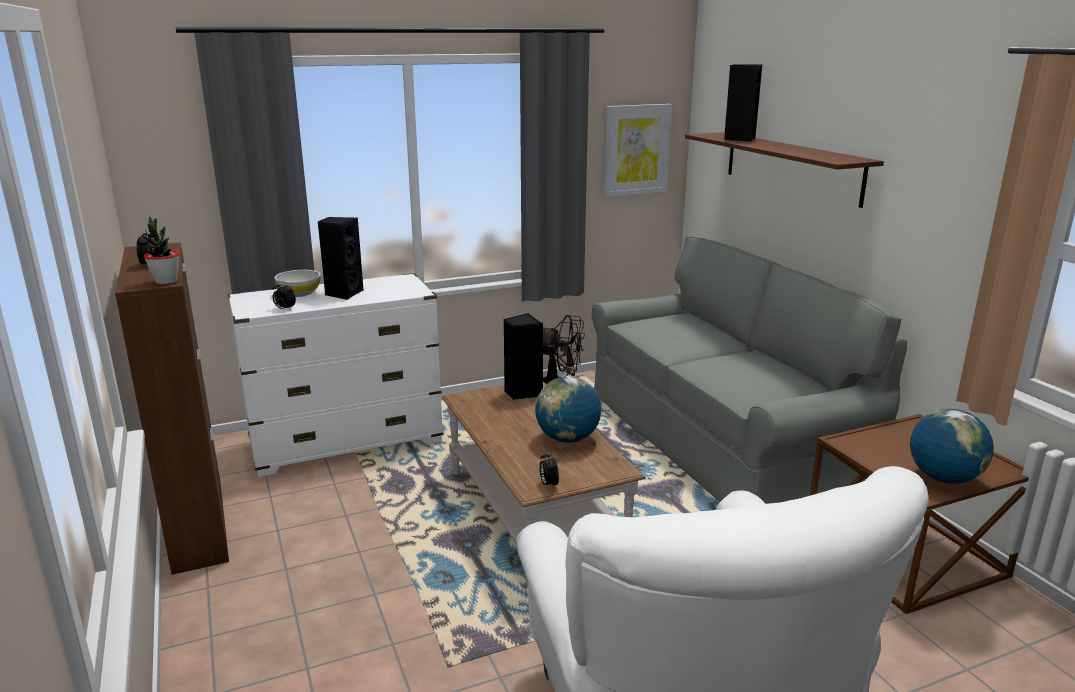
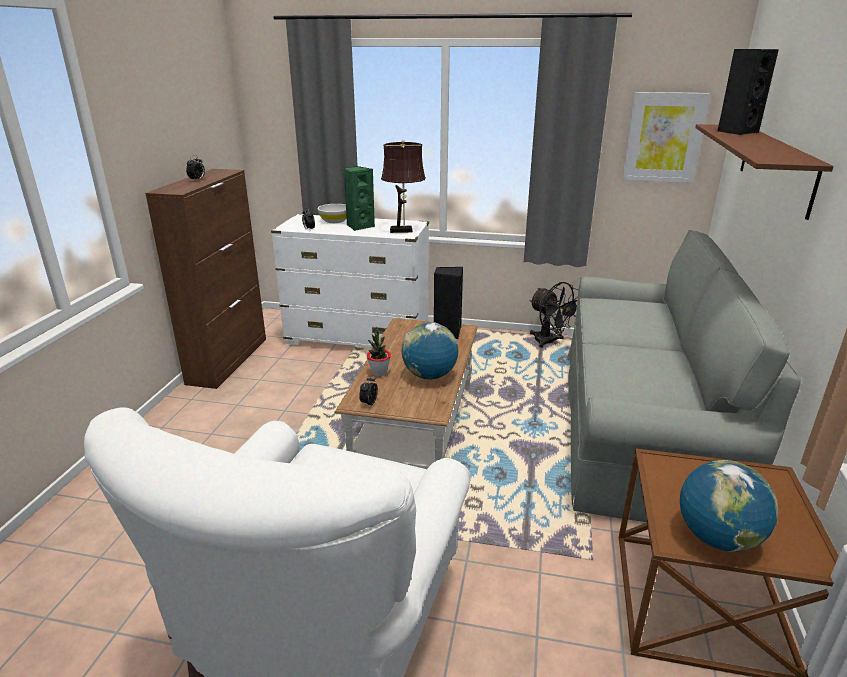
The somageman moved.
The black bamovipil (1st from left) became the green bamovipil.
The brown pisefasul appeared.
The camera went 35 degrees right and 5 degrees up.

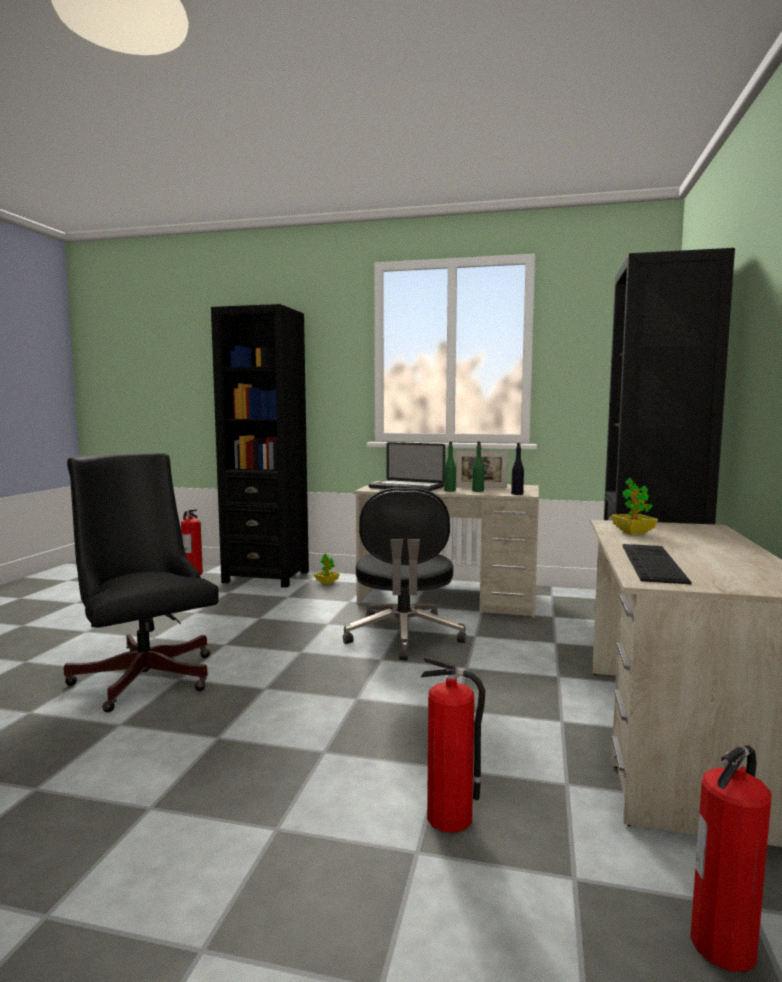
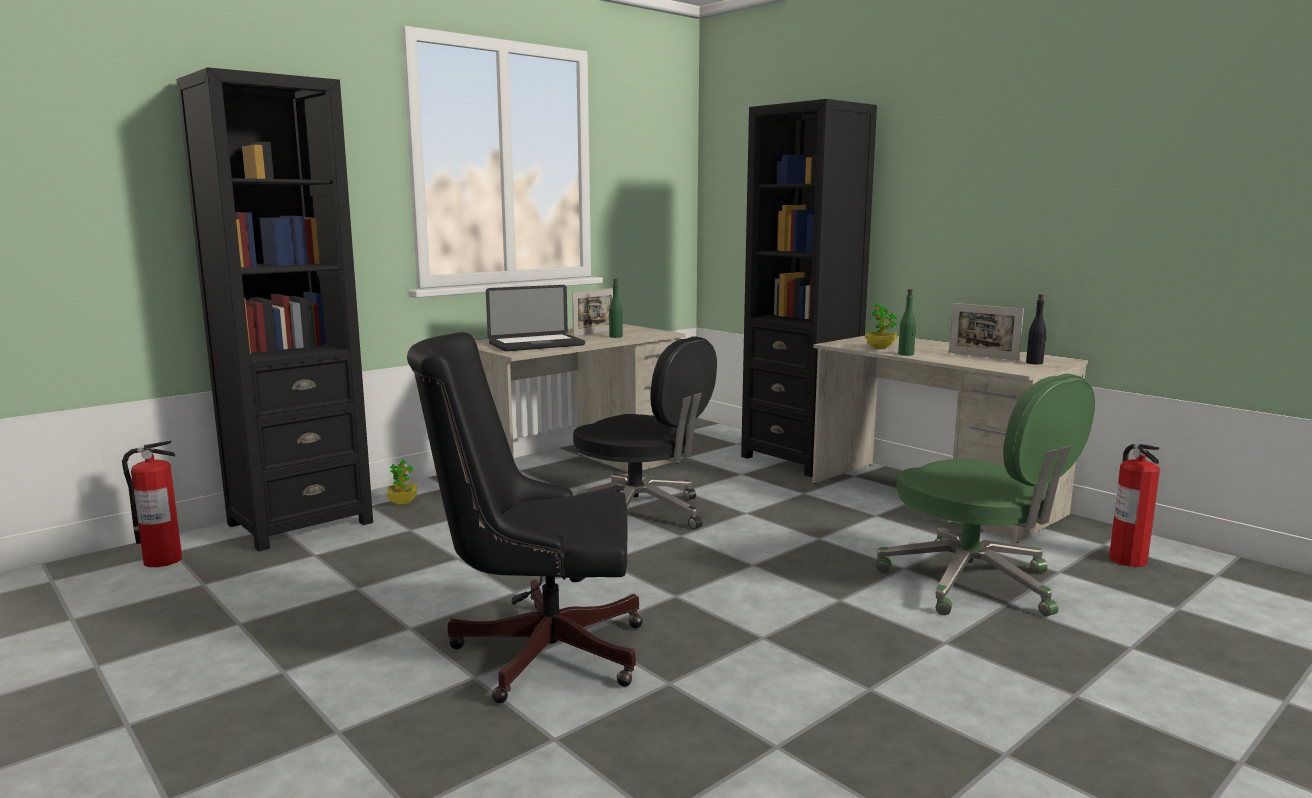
The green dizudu (1st from left in the first image) moved.
The black dizudu moved.
The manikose disappeared.
The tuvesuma (2nd from left) was replaced by the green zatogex.
The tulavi (2nd from left) appeared.
The camera went 55 degrees left and 5 degrees up.

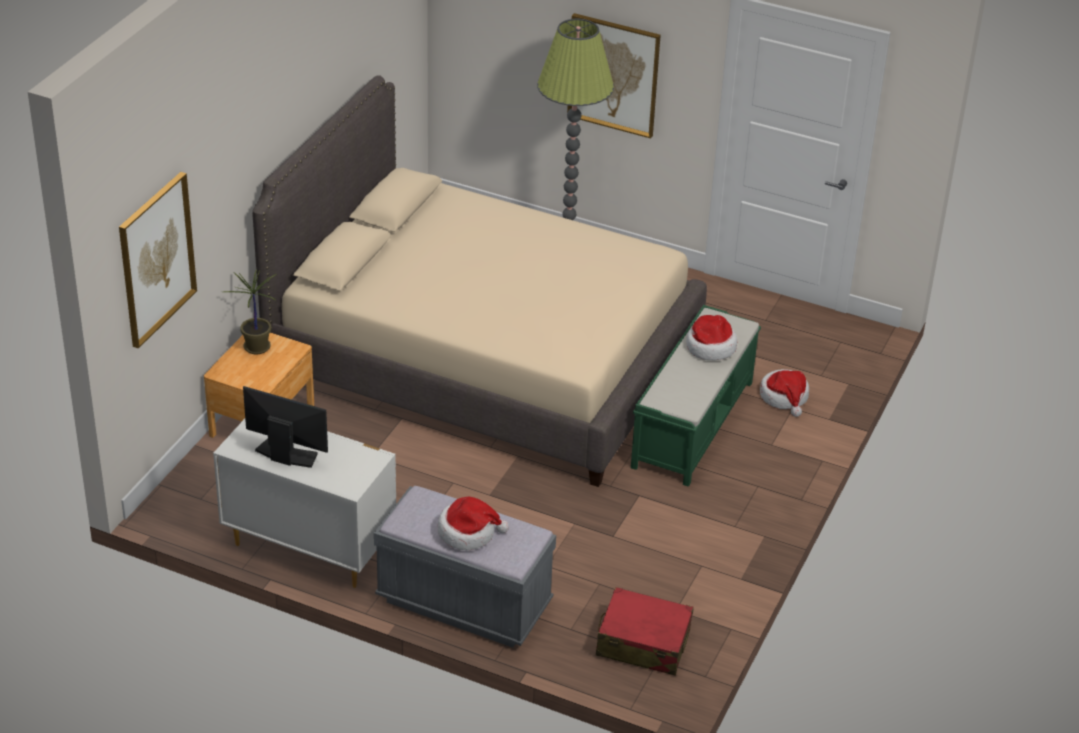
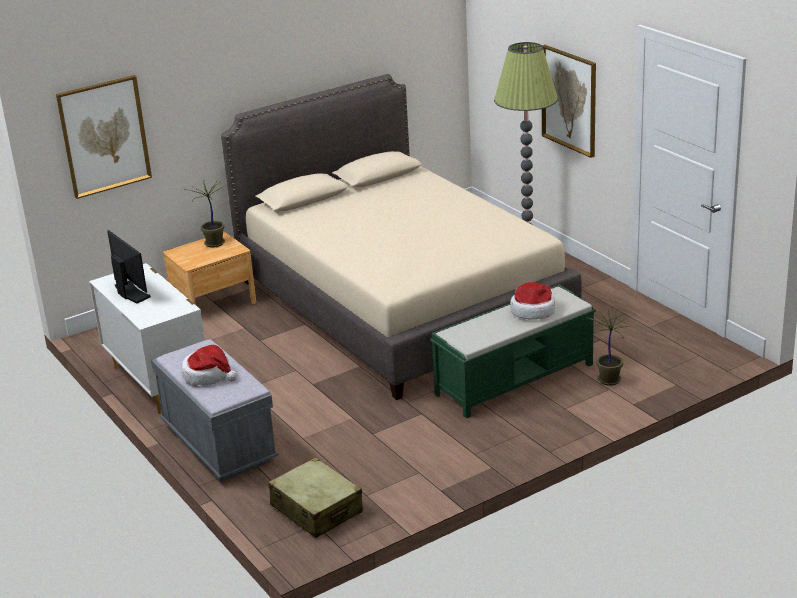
The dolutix (3rd from left) was replaced by the somageman (2nd from left).
The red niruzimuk became the beige niruzimuk.
The camera went 35 degrees right and 10 degrees down.

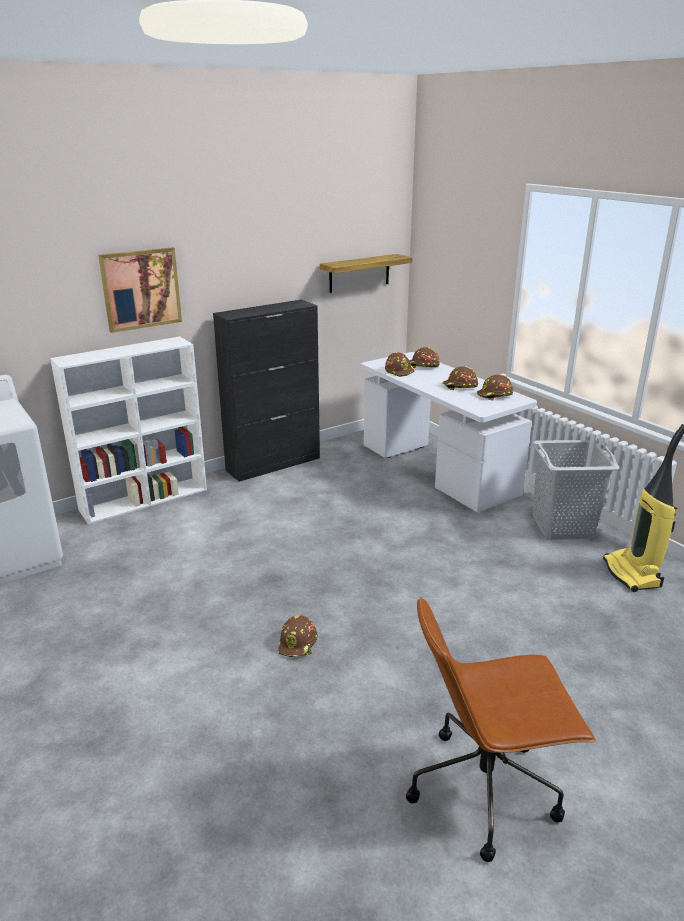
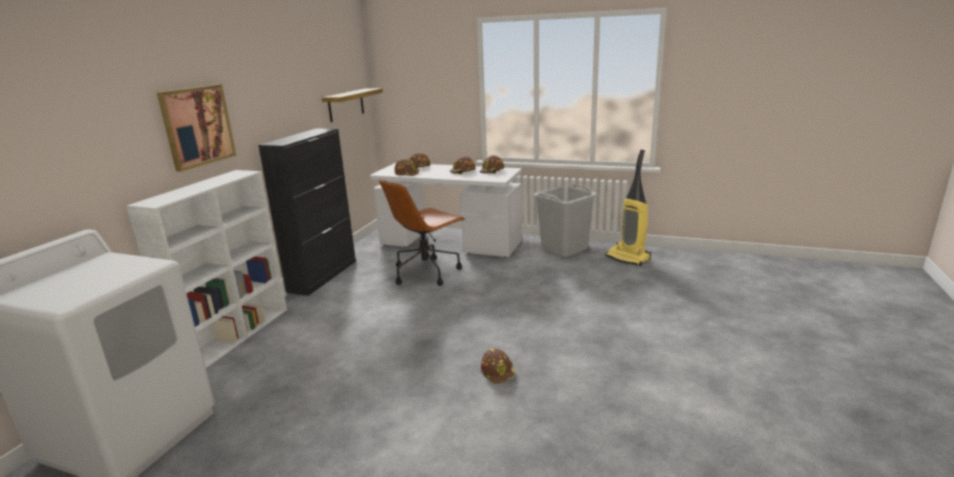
The brown zatogex moved.
The camera went 35 degrees left and 5 degrees down.

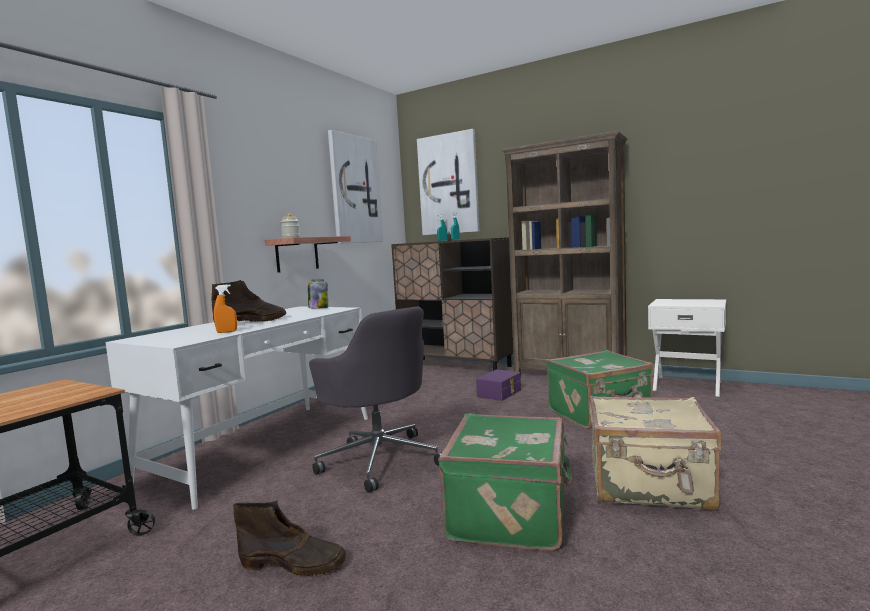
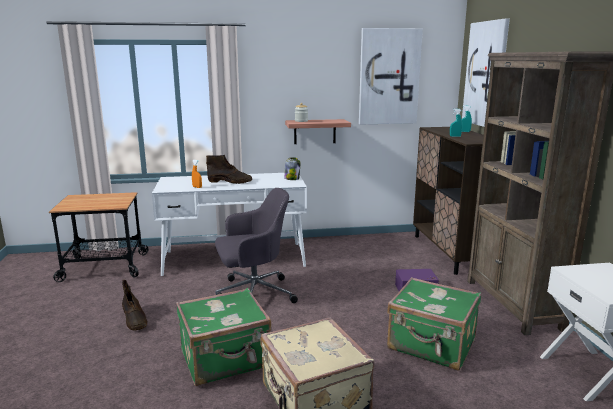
The grey zatogex turned 120 degrees counterclockwise.
The camera went 50 degrees right and 10 degrees up.

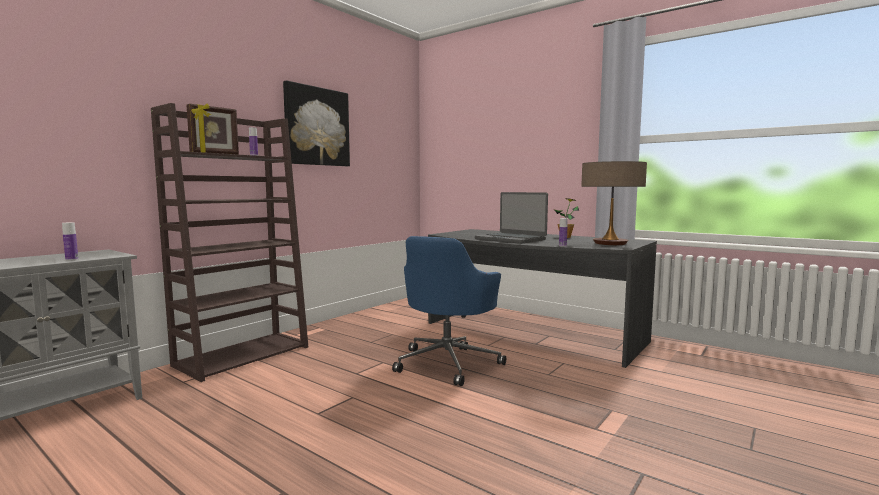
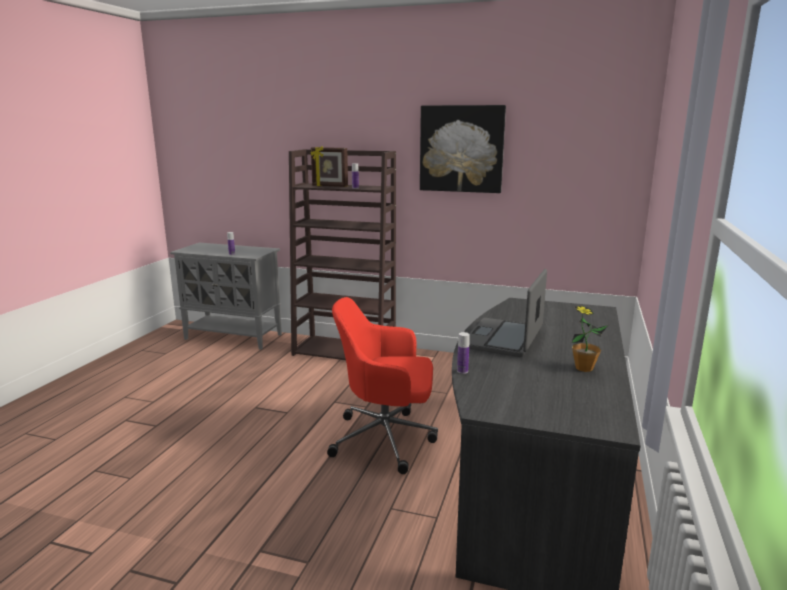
The pisefasul disappeared.
The blue zatogex became the red zatogex.
The camera went 70 degrees right and 10 degrees up.

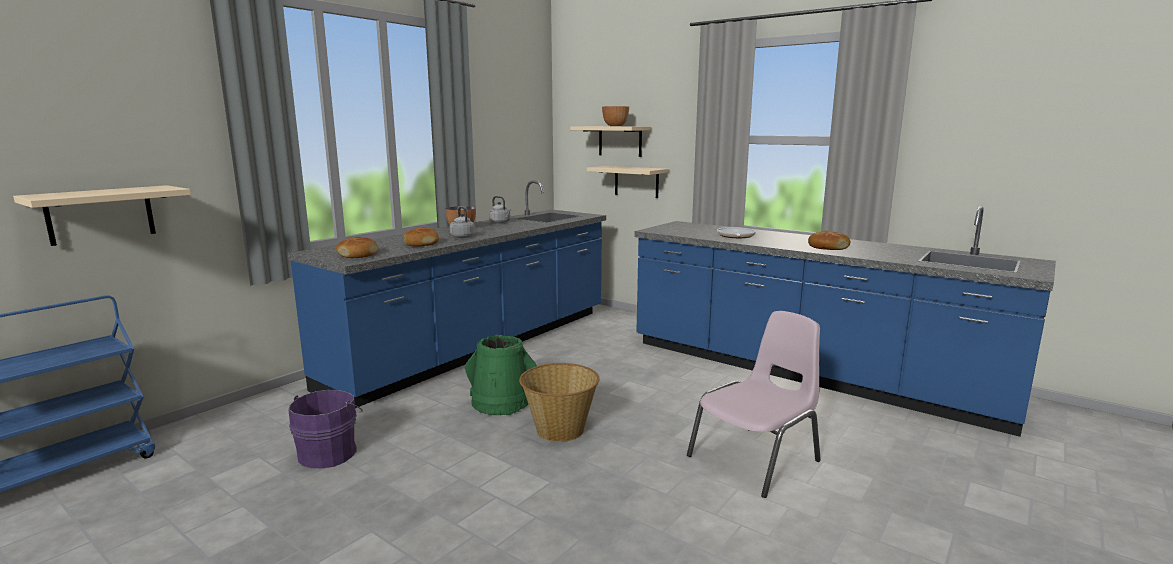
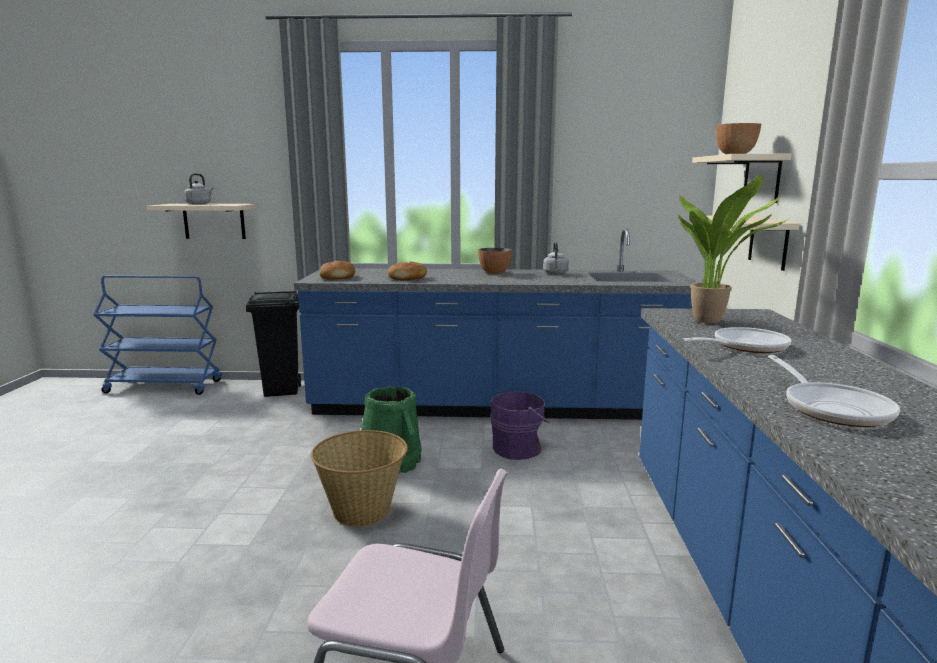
The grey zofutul (1st from left) moved.
The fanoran (3rd from left) was replaced by the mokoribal (2nd from left).
The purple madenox moved.
The somageman appeared.
The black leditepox appeared.
The camera went 55 degrees right and 0 degrees up.

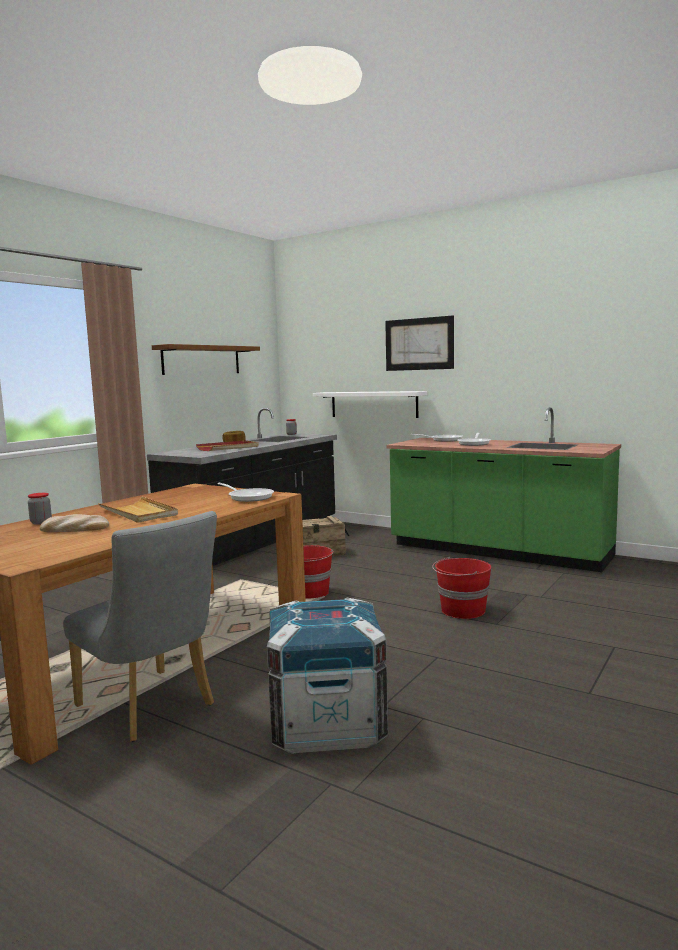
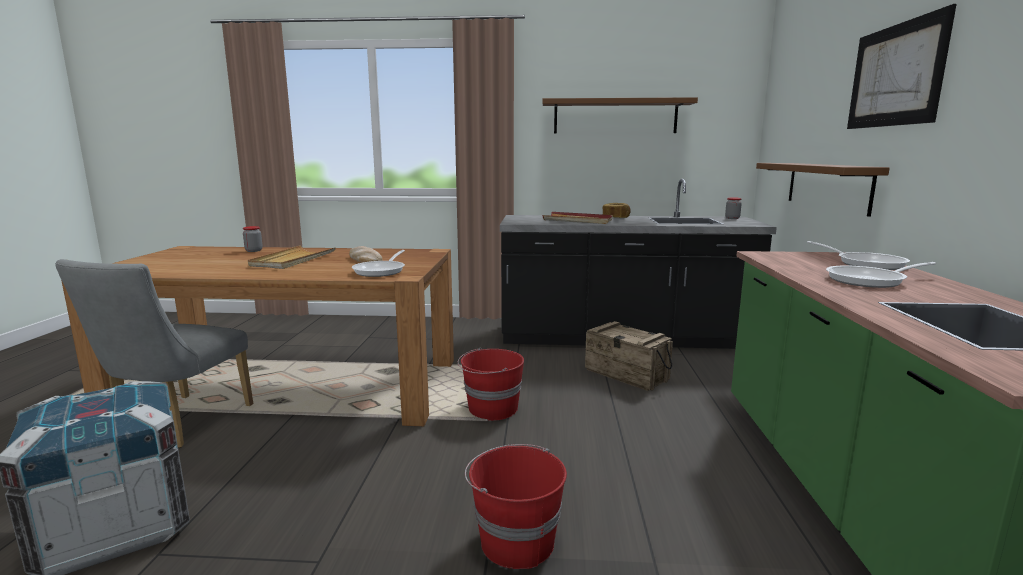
The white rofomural became the brown rofomural (2nd from left).
The fanoran (1st from left) moved.
The camera went 60 degrees right and 5 degrees up.

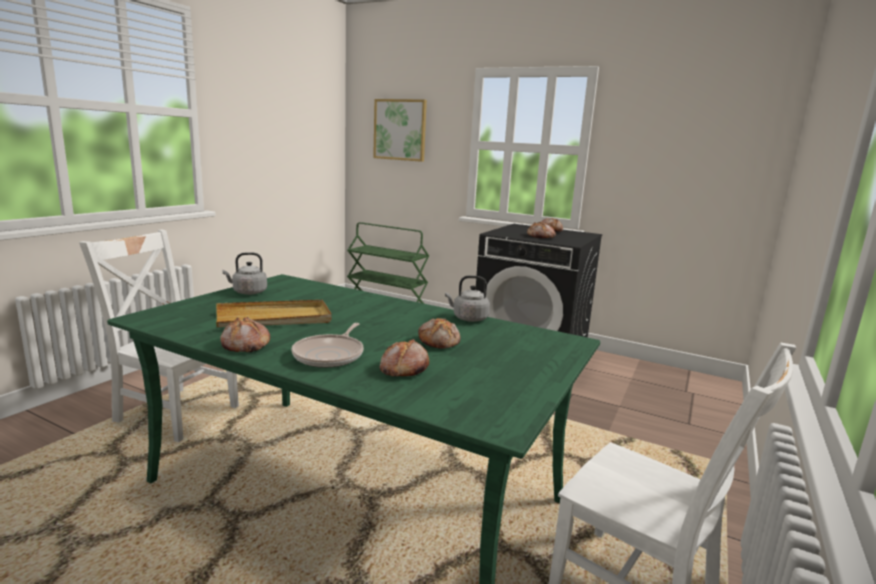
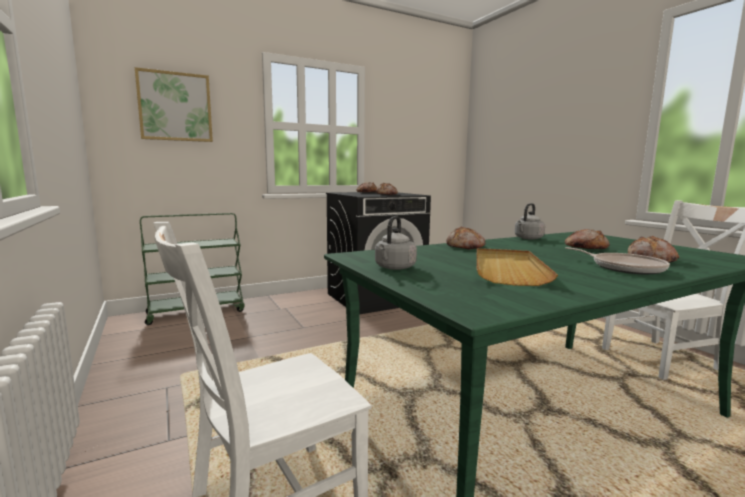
The fanoran (1st from left in the first image) moved.
The camera went 55 degrees left and 5 degrees down.

